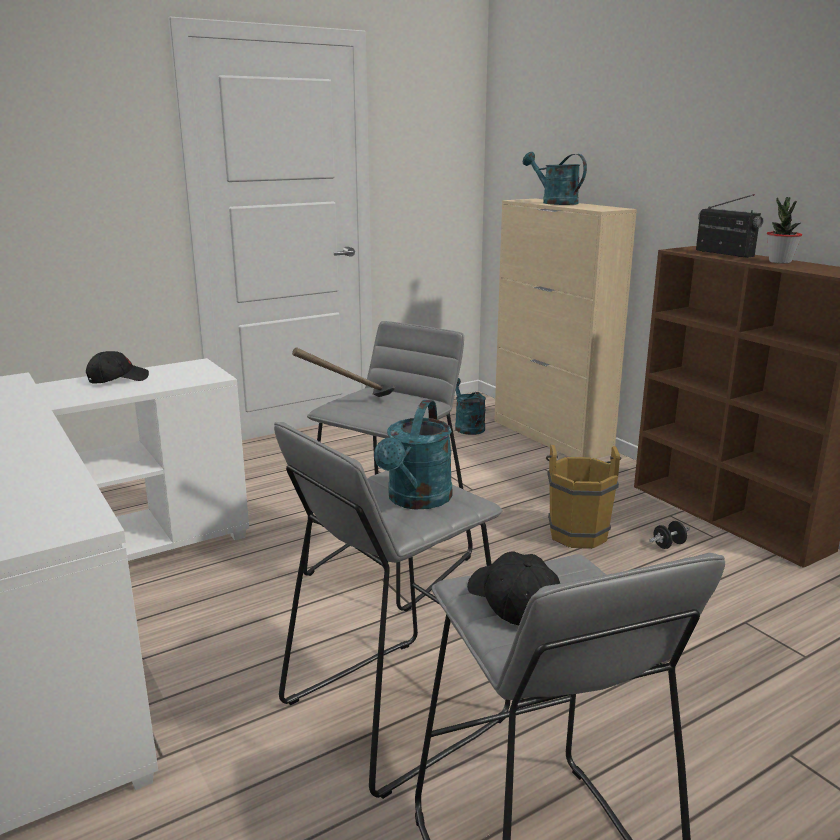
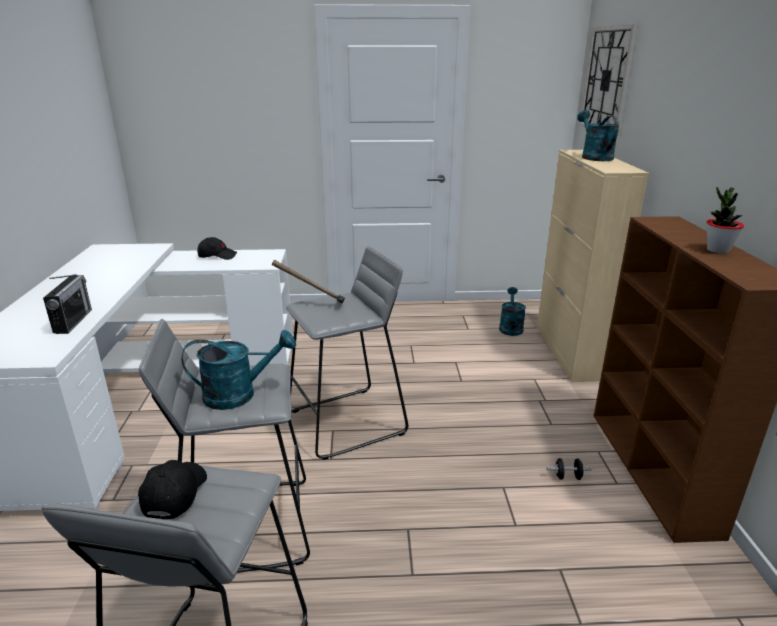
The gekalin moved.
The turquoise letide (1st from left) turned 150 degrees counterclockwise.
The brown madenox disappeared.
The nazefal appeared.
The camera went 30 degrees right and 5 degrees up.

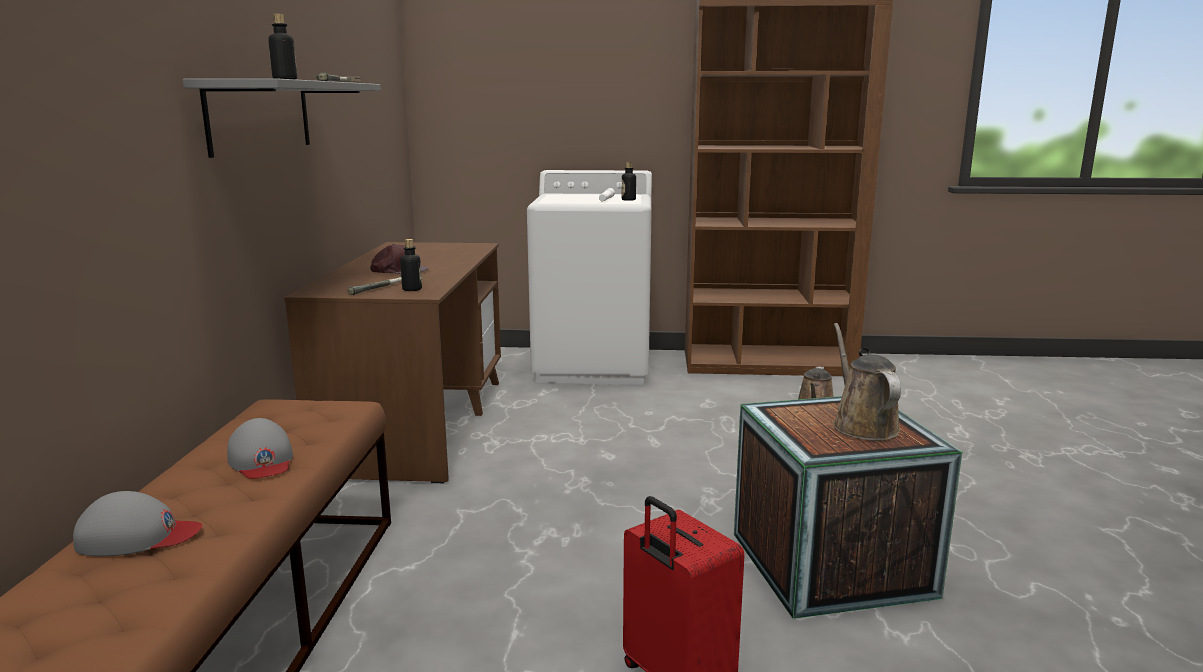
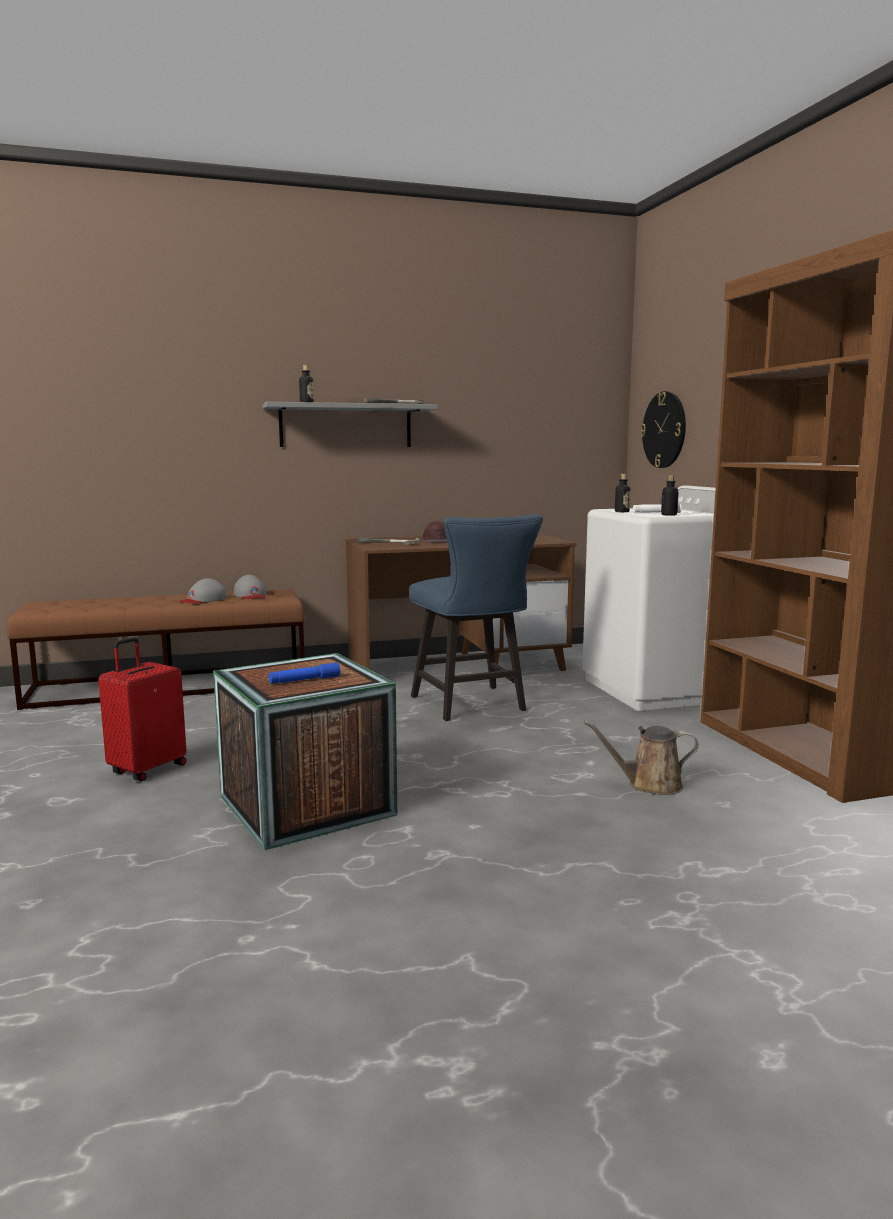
The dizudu (2nd from left) moved.
The brown letide (2nd from left) was replaced by the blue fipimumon.
The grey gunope (1st from left in the first image) moved.
The nazefal appeared.
The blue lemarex appeared.
The camera went 70 degrees right and 5 degrees down.

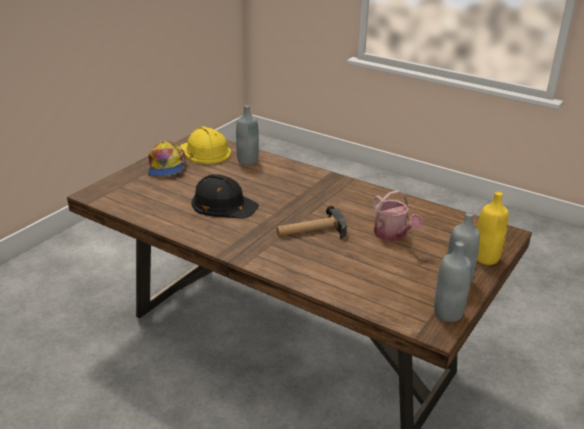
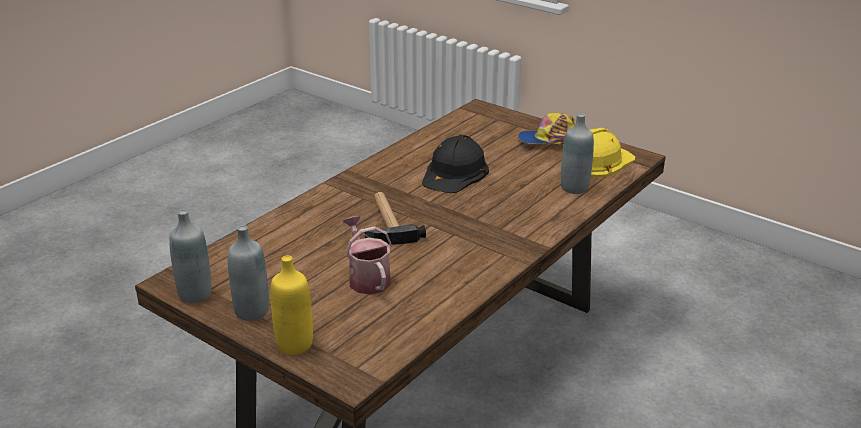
The letide turned 90 degrees clockwise.
The camera went 95 degrees right and 0 degrees up.

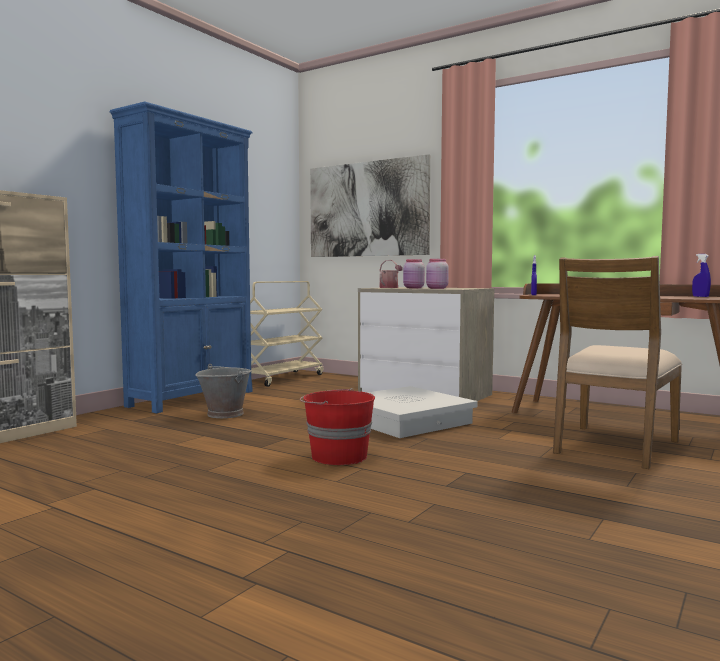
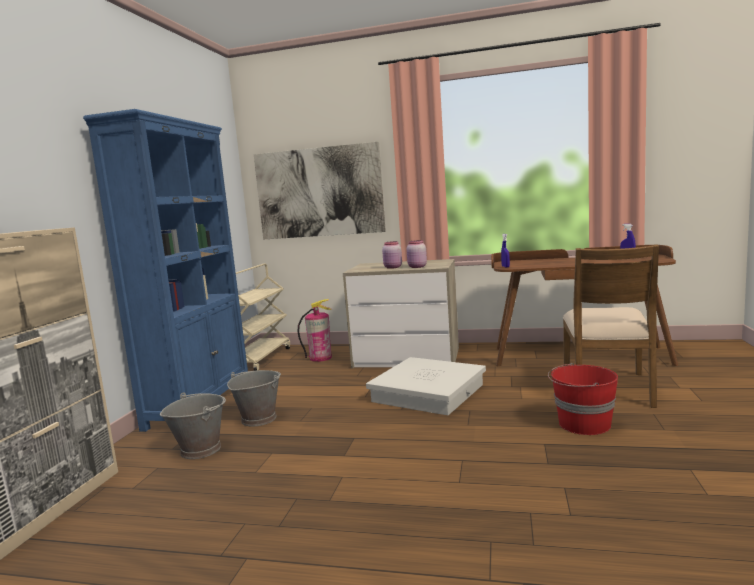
The letide disappeared.
The red madenox moved.
The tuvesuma appeared.
The grey madenox (1st from left) appeared.
The camera went 20 degrees left and 5 degrees up.

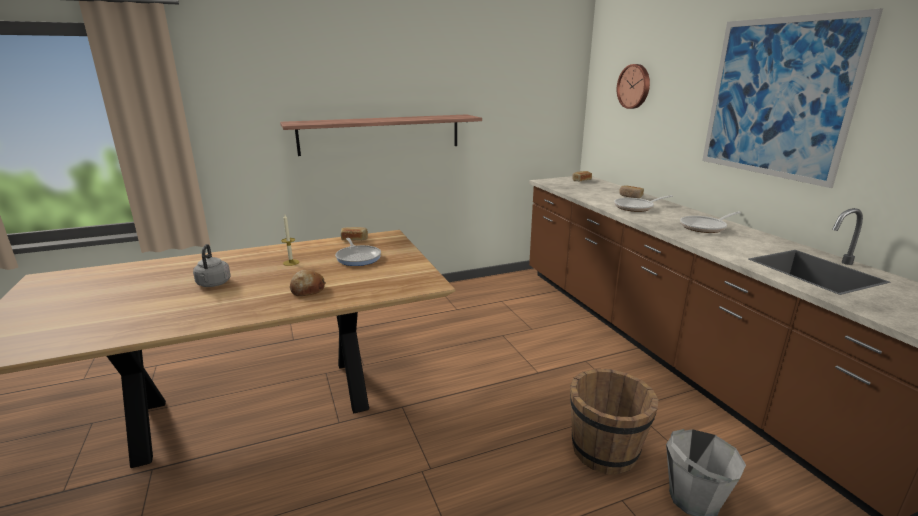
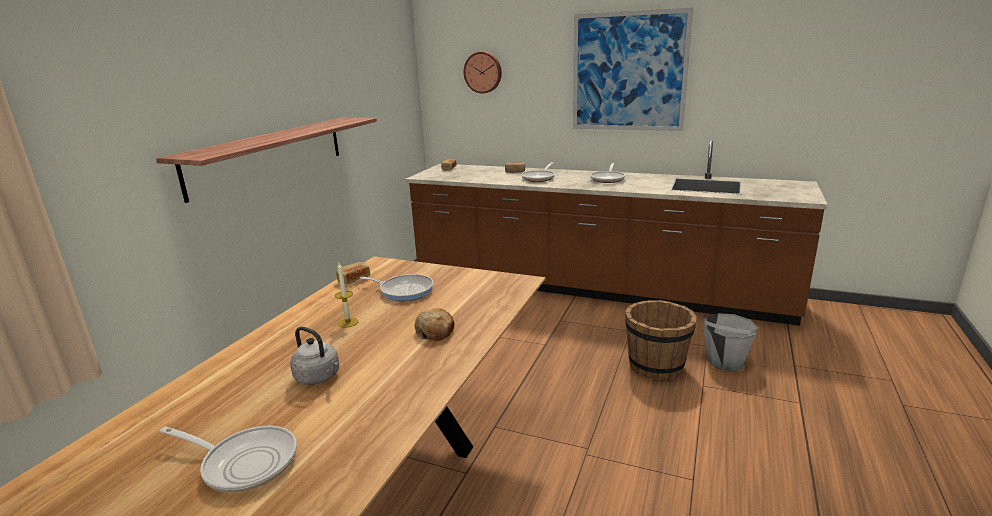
The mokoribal (1st from left) appeared.
The camera went 45 degrees left and 0 degrees up.

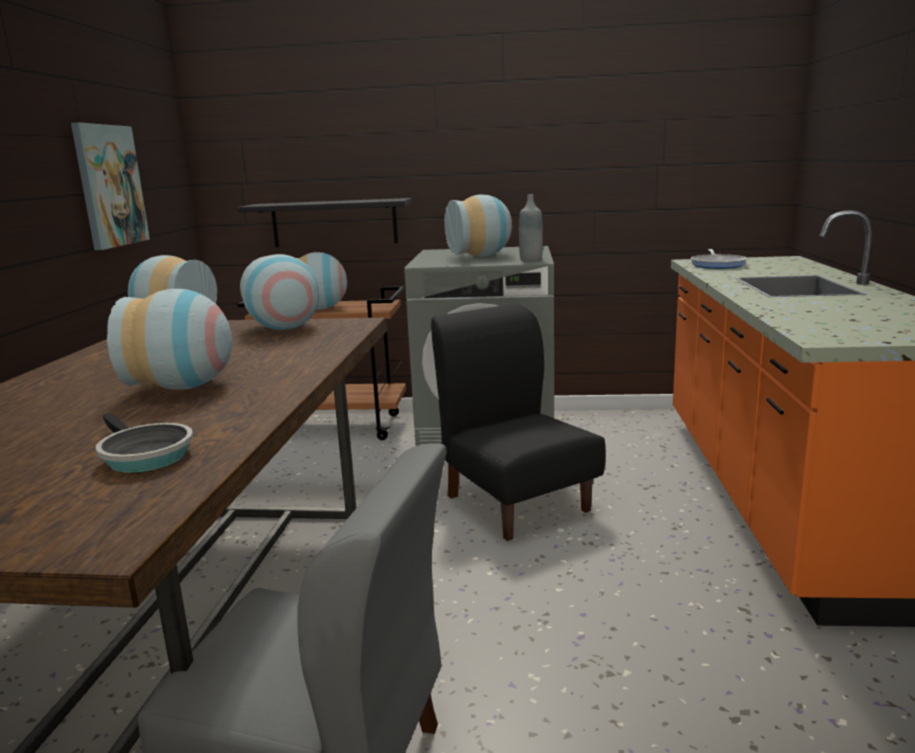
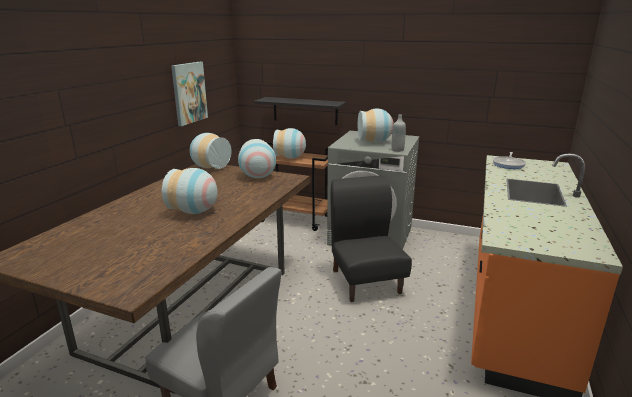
The mokoribal (1st from left) disappeared.
The camera went 15 degrees right and 5 degrees up.

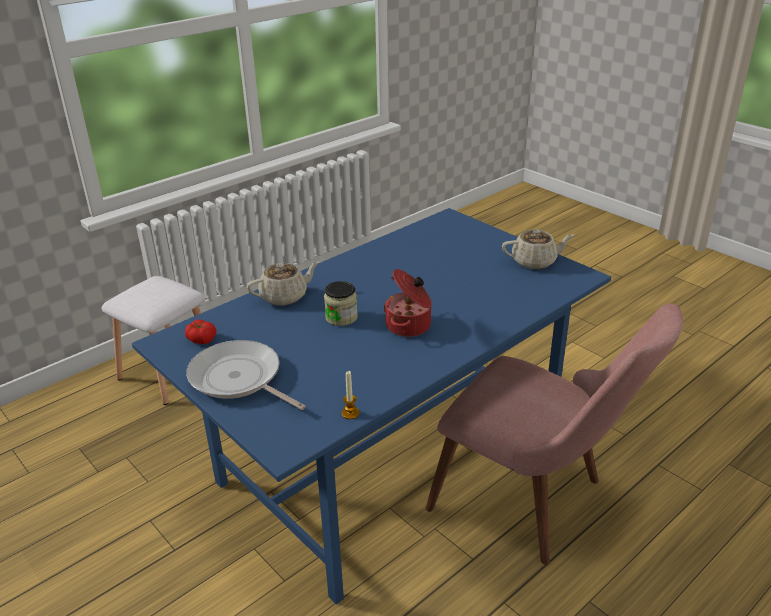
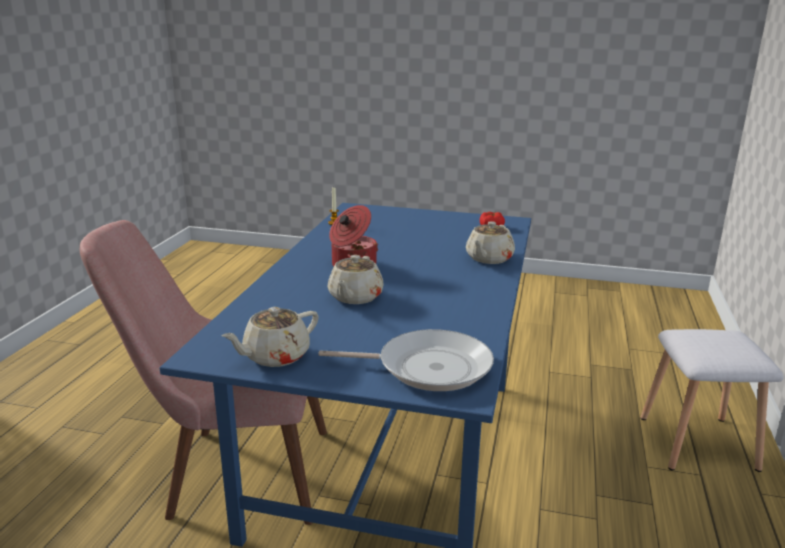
The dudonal disappeared.
The mokoribal moved.
The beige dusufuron (2nd from left) appeared.
The camera went 145 degrees right and 10 degrees down.

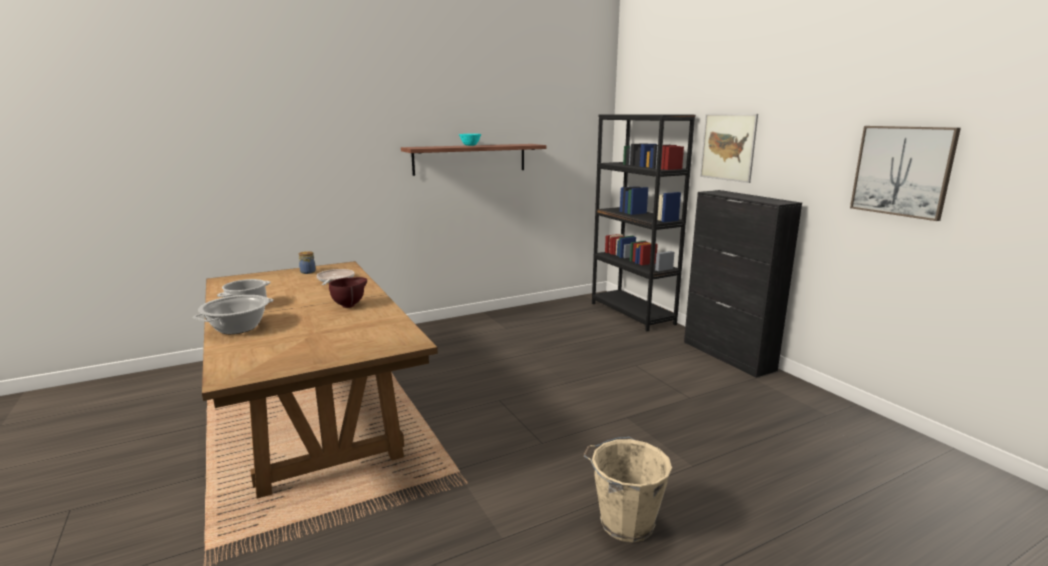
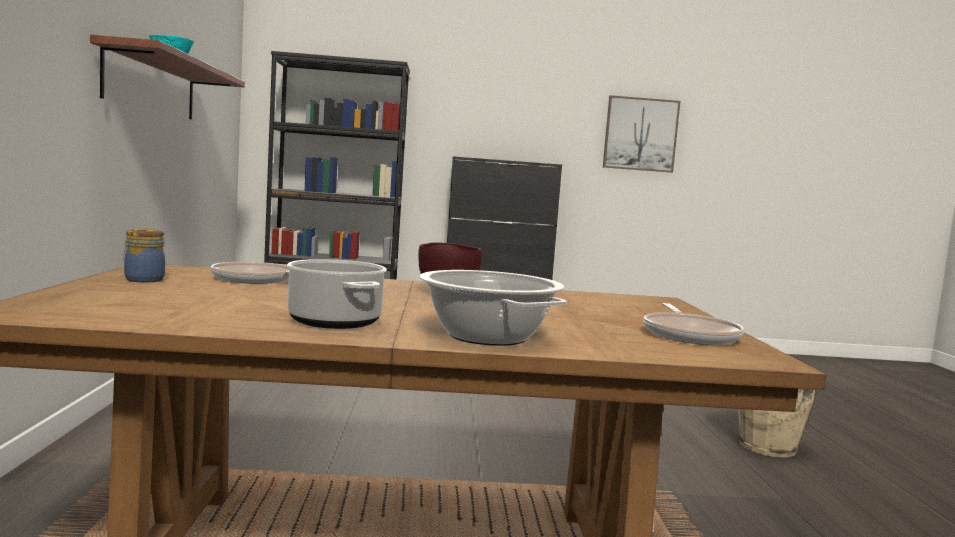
The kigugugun (1st from left) disappeared.
The mokoribal (2nd from left) appeared.
The camera went 65 degrees left and 10 degrees down.

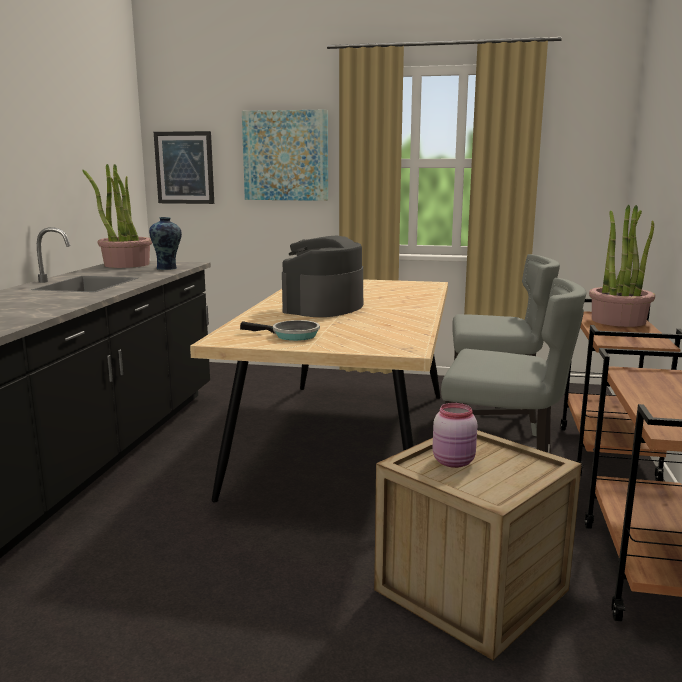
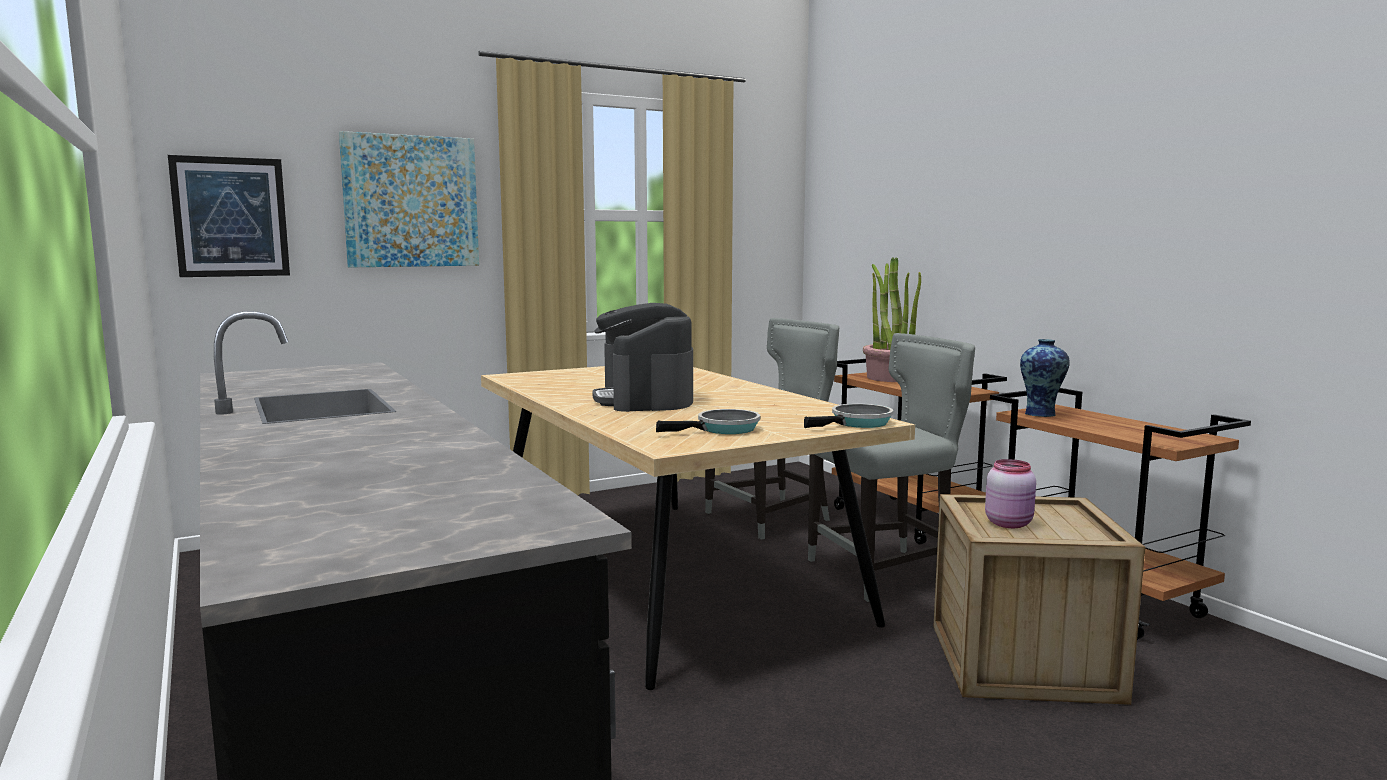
The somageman (1st from left) disappeared.
The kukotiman moved.
The mokoribal (2nd from left) appeared.
The camera went 40 degrees left and 5 degrees down.

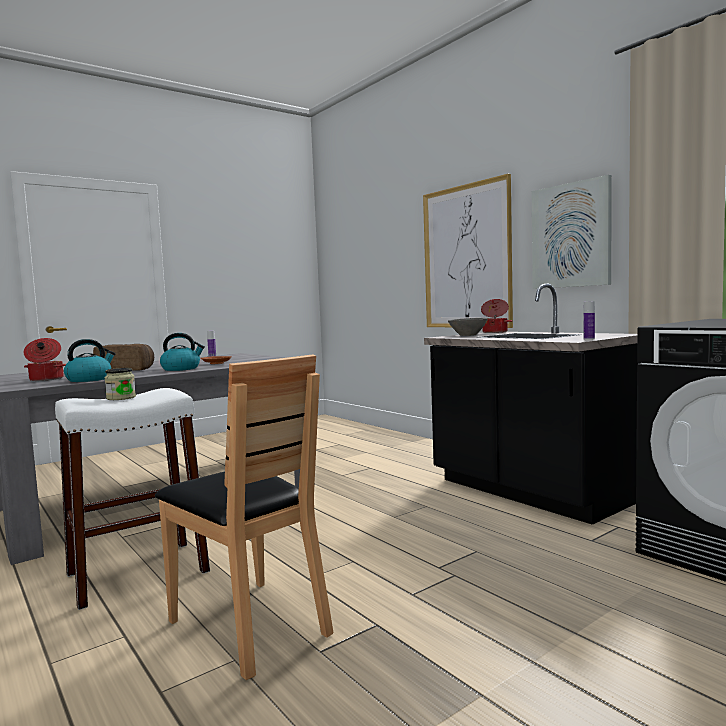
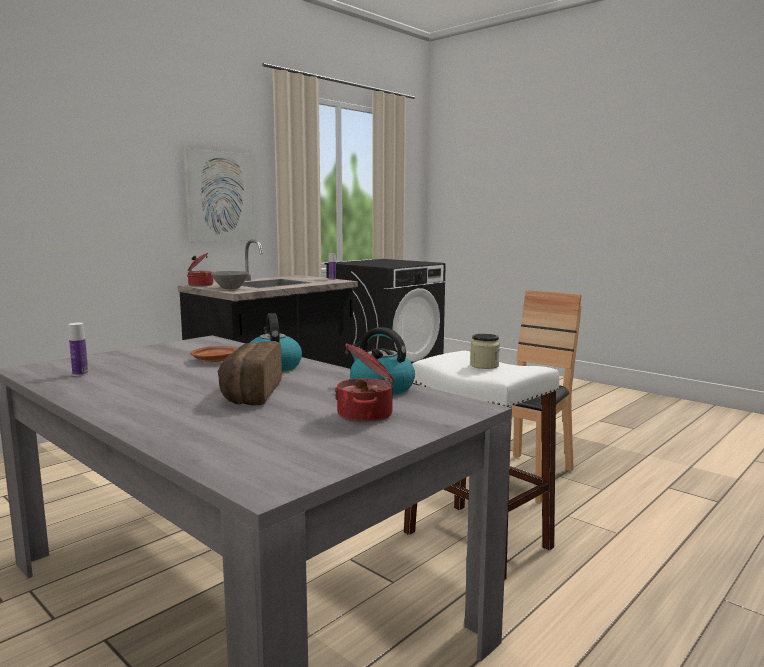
The kigugugun (1st from left) disappeared.
The camera went 100 degrees left and 5 degrees up.

